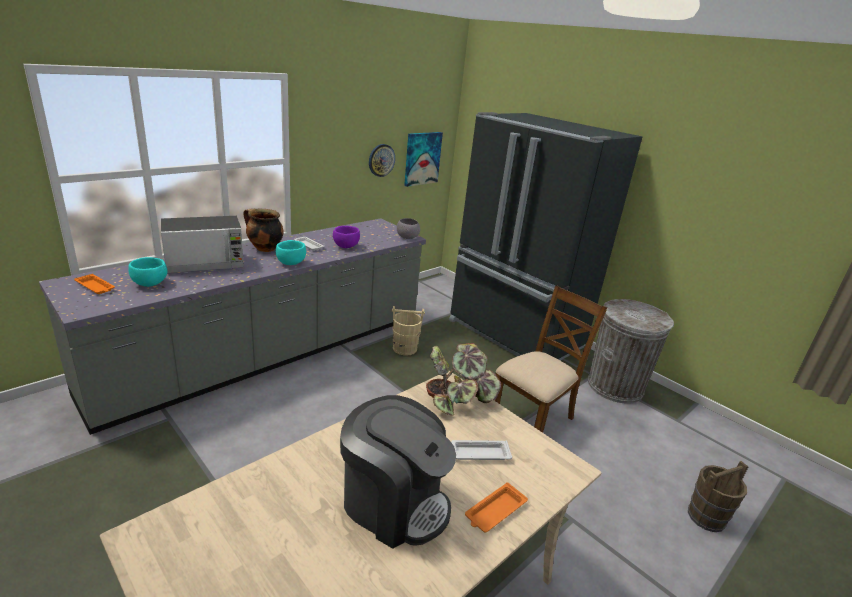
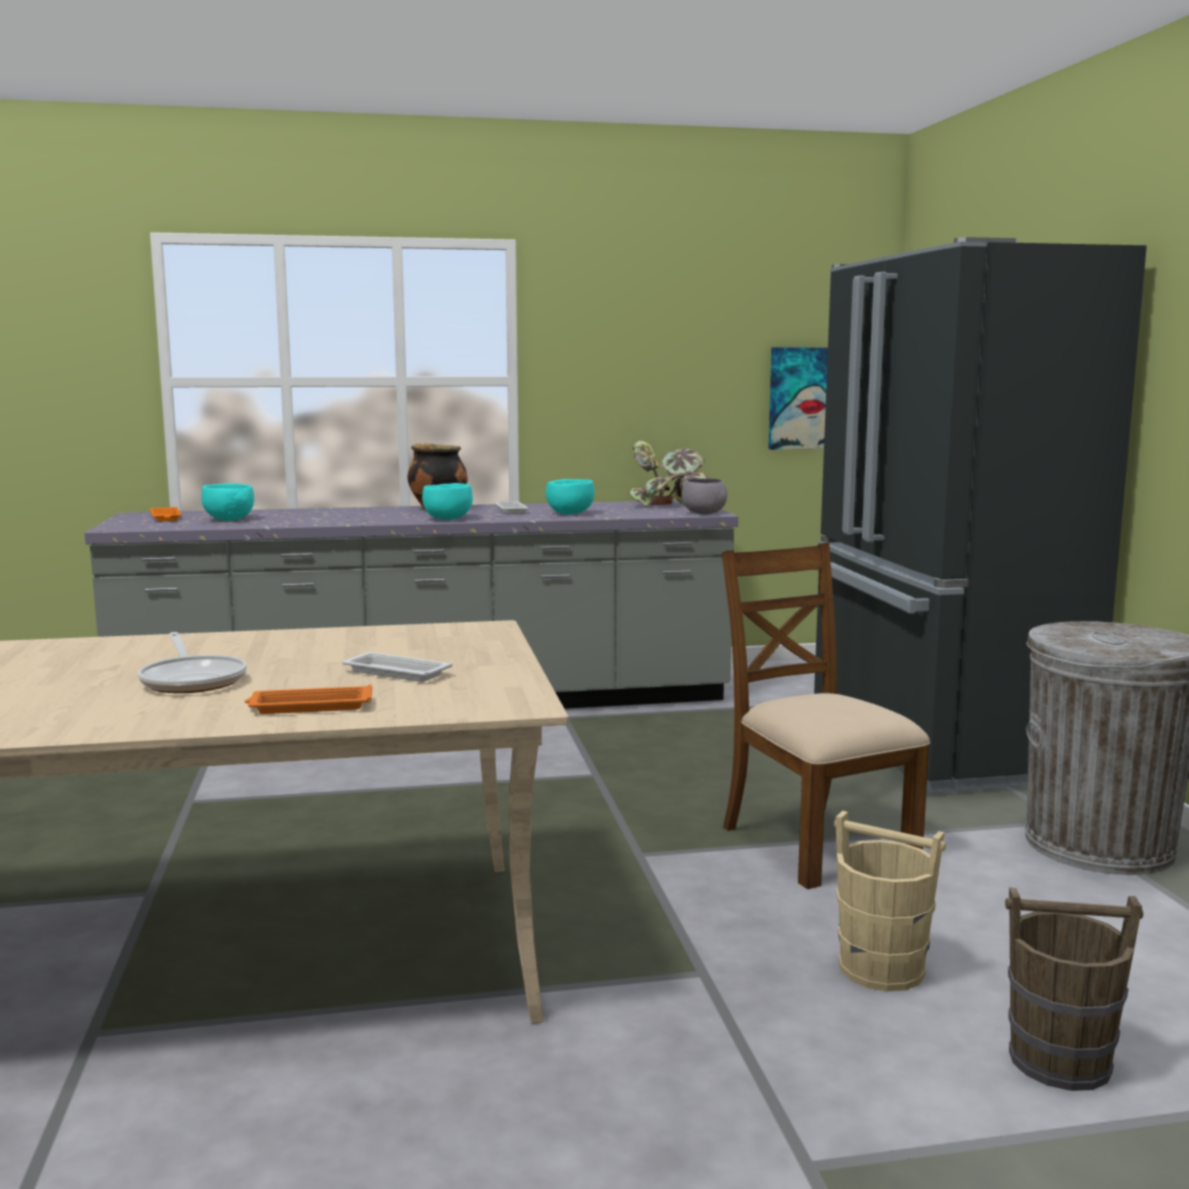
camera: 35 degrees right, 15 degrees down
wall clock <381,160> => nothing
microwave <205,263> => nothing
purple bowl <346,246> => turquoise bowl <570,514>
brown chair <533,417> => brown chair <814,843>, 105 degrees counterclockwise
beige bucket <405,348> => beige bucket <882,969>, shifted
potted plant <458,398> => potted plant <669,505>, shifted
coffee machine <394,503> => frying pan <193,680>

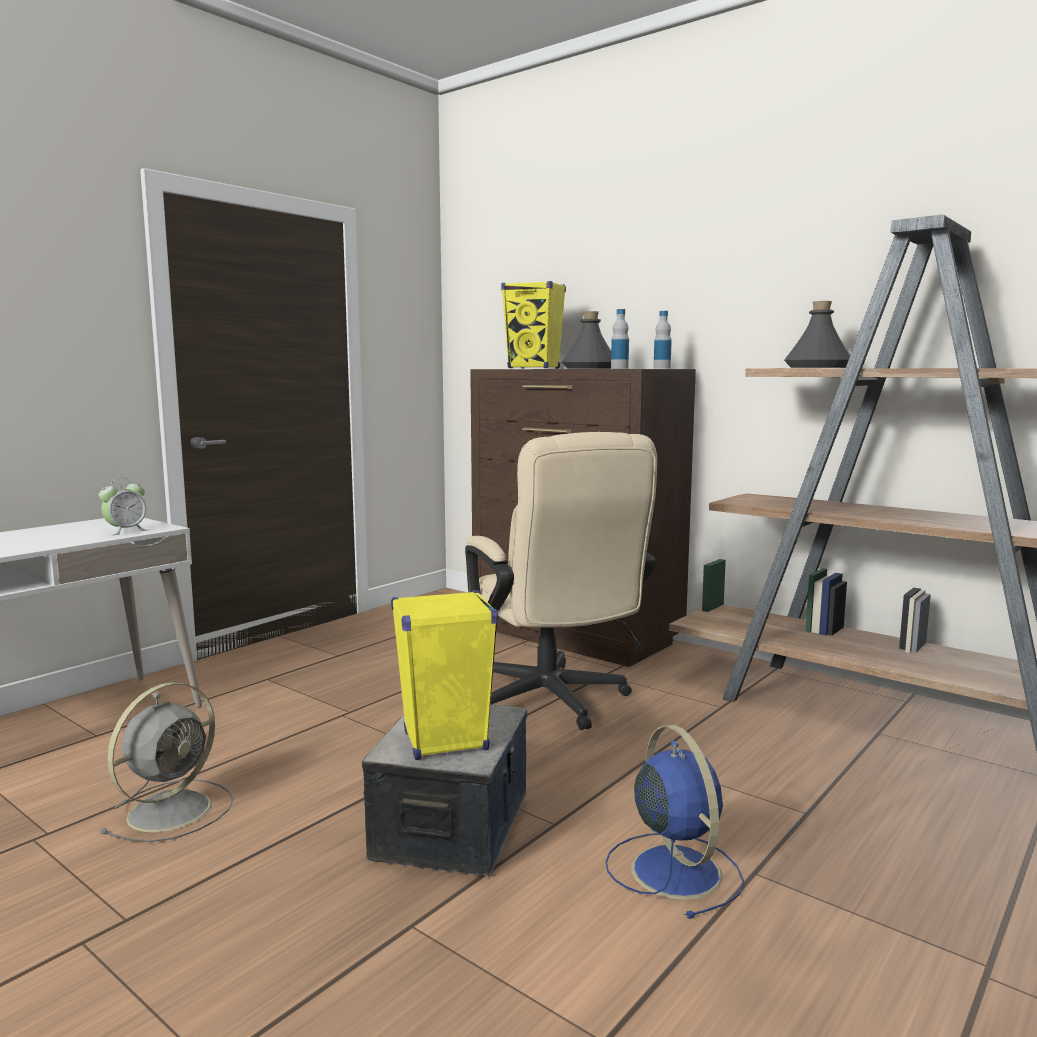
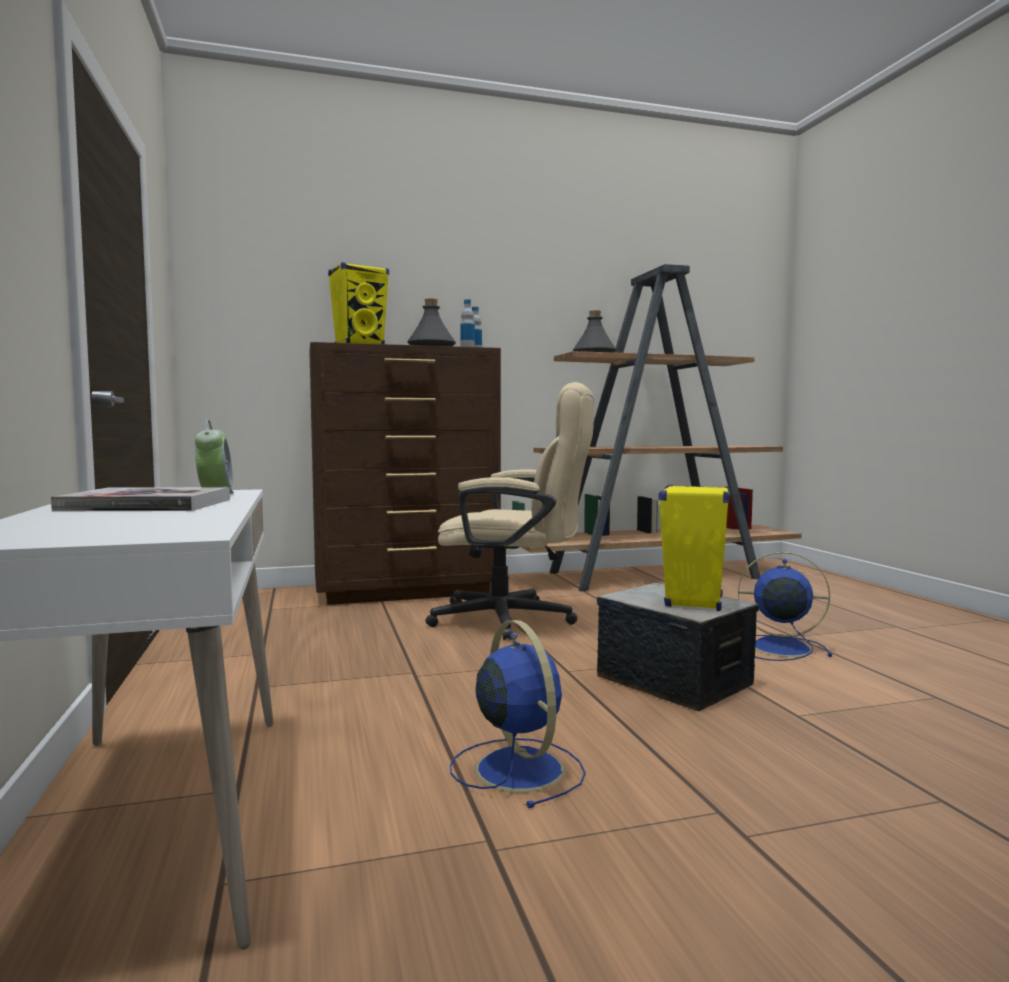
camera: 55 degrees left, 5 degrees down
grey fan <173,809> => blue fan <517,768>
nothing => book <147,505>

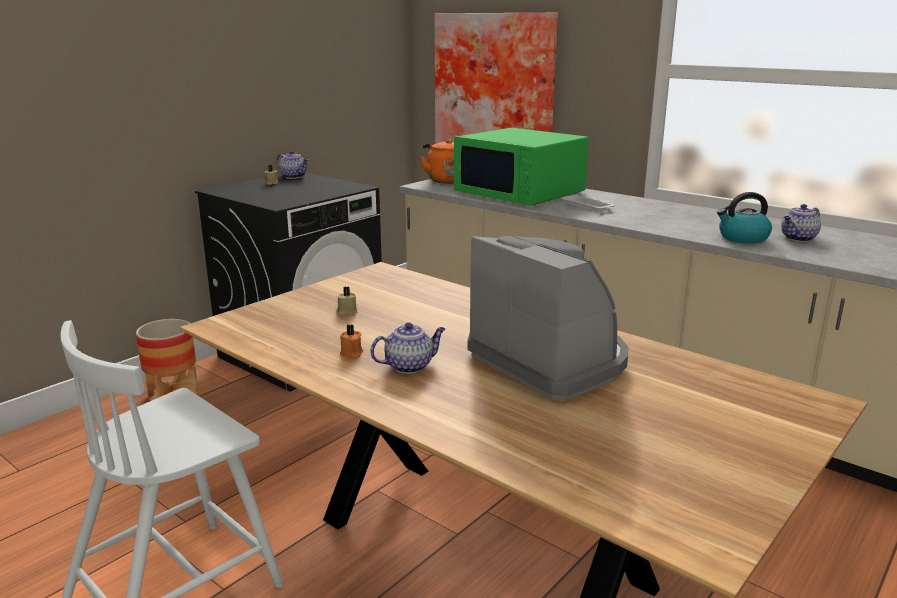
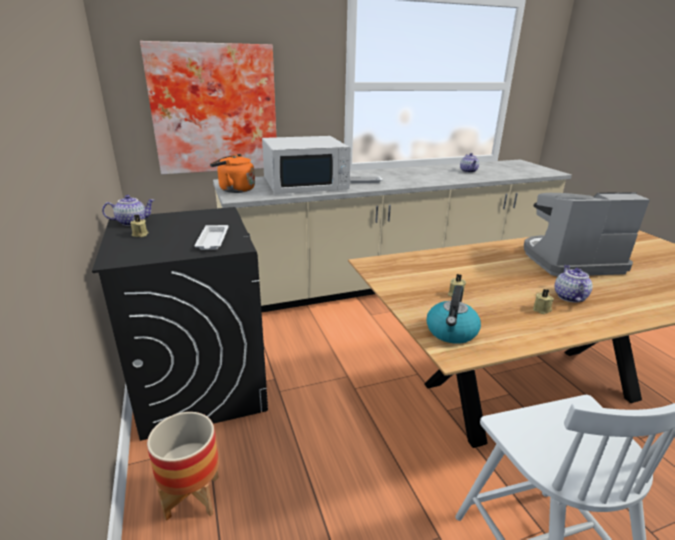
camera: 60 degrees left, 5 degrees up
green microwave <520,192> => white microwave <306,184>
kettle <742,238> => kettle <451,332>, shifted
orange candle <351,354> => beige candle <542,310>
nothing => white tray <212,241>

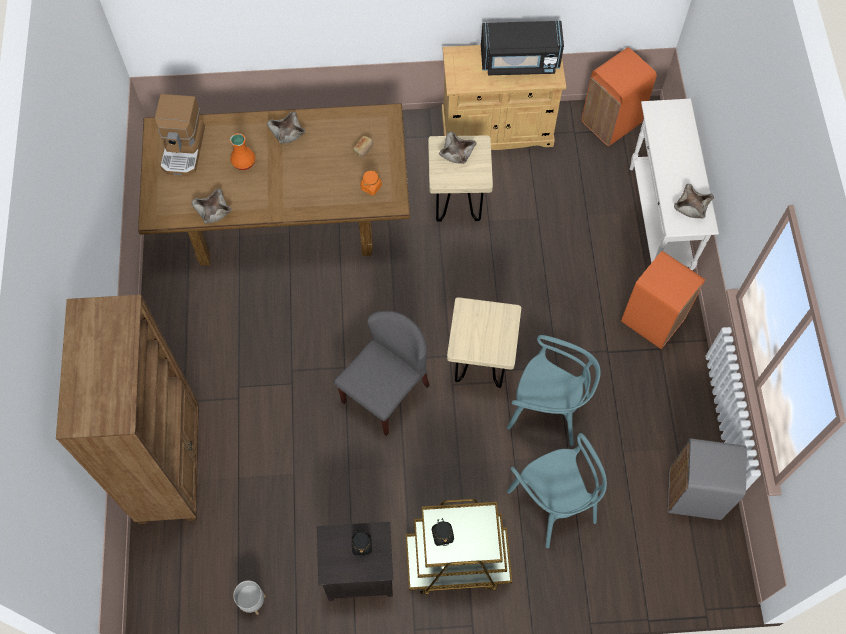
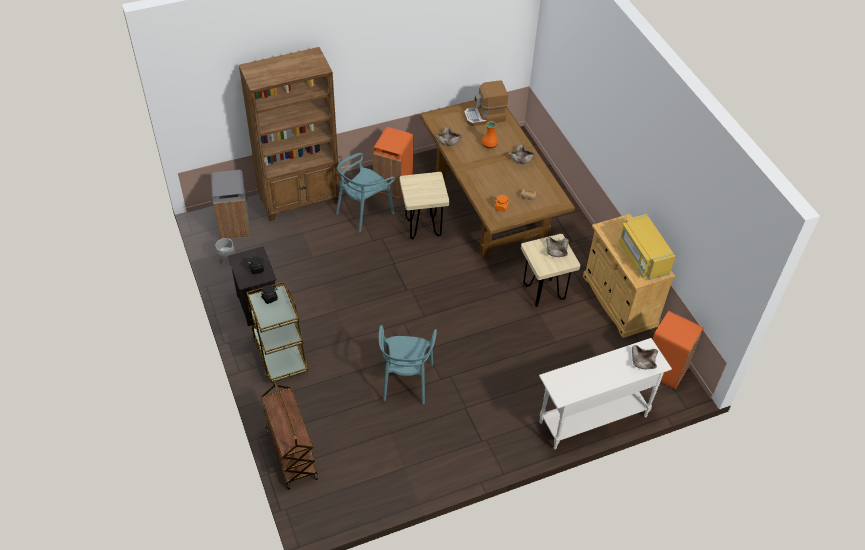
camera: 70 degrees right, 15 degrees down
black microwave <519,61> => yellow microwave <642,257>
beige bowl <691,206> => beige bowl <642,361>, shifted
orange trash can <652,320> => orange trash can <393,184>, shifted
beige stool <480,365> => beige stool <423,228>, shifted
grey chair <385,392> => nothing
turquoise chair <553,503> => turquoise chair <364,212>, shifted
grey trash can <694,495> => grey trash can <234,226>, shifted
nothing => brown cart <291,453>

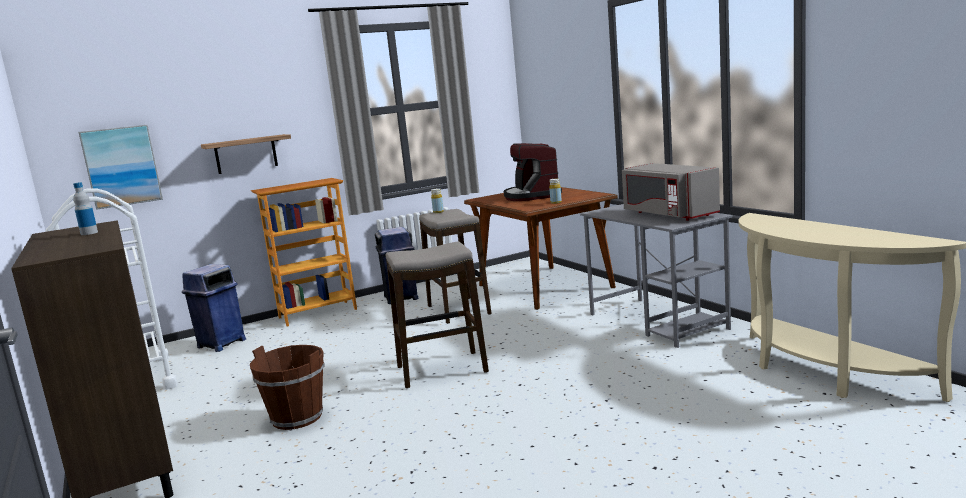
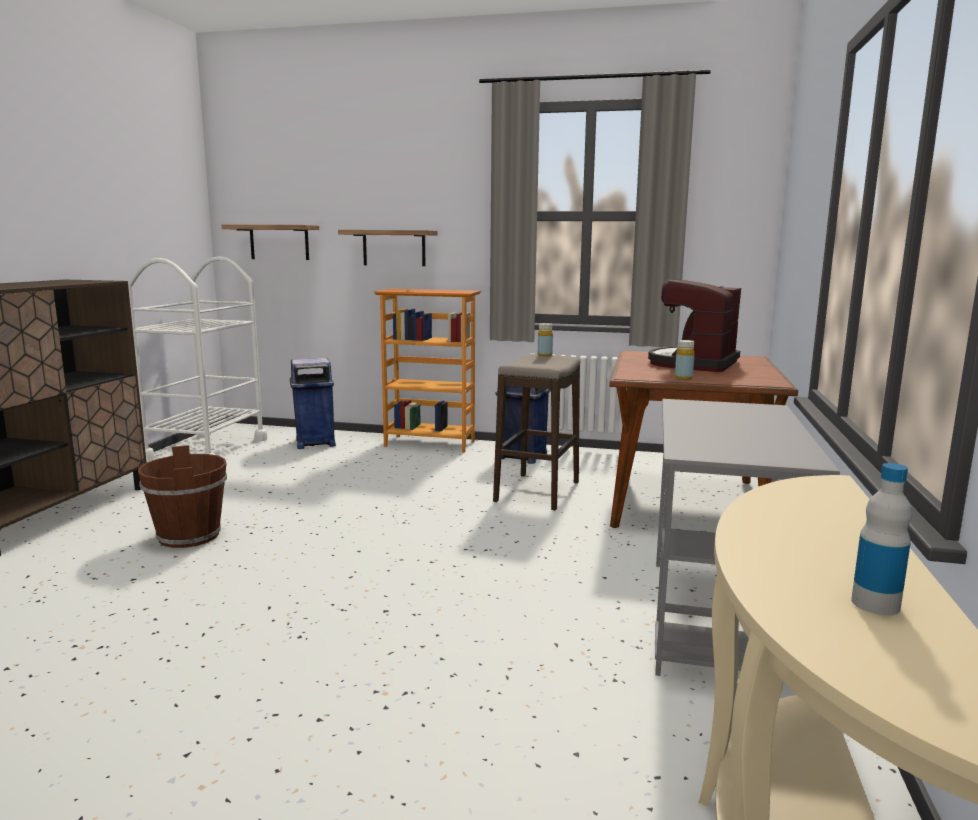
camera: 40 degrees right, 0 degrees up
picture <121,166> => shelf <279,242>
grey microwave <668,214> => nothing
bottle <89,233> => bottle <875,604>, shifted
stool <441,369> => nothing

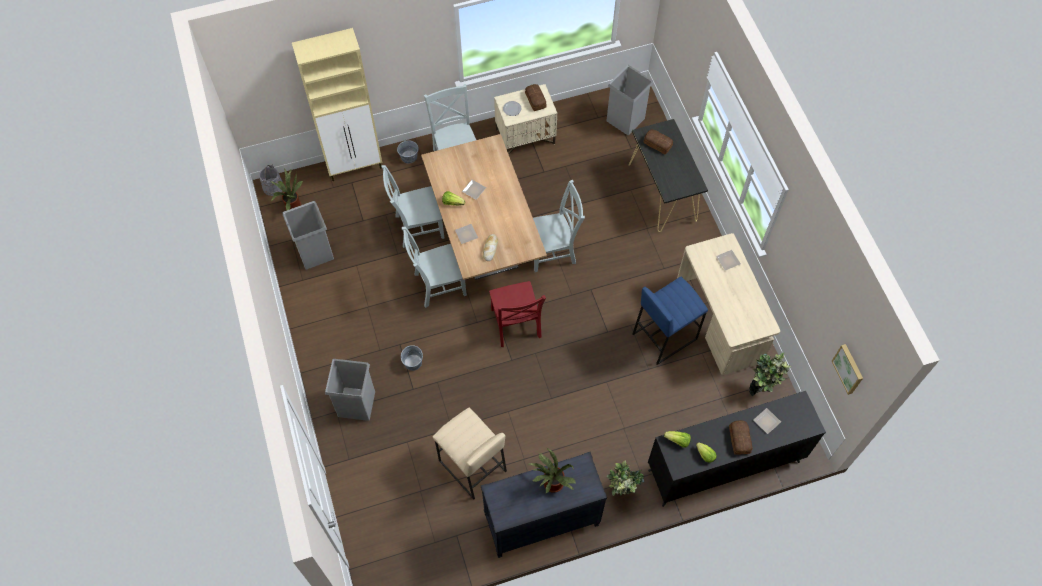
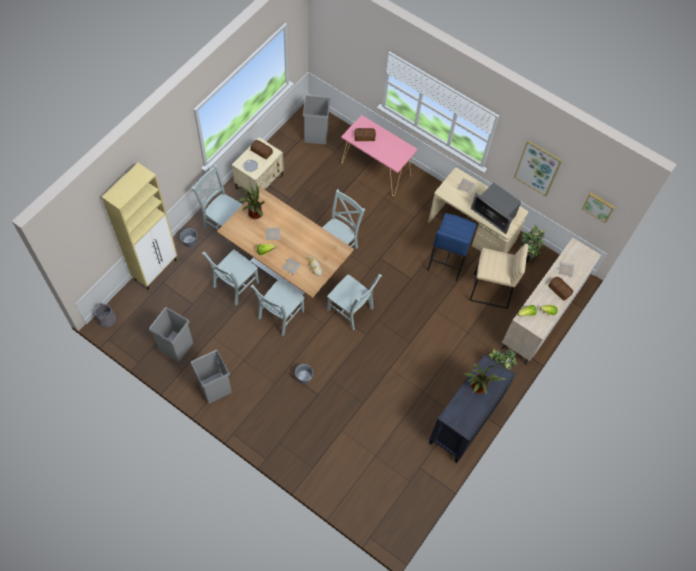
camera: 40 degrees left, 0 degrees up
black console table <662,192> => pink console table <376,169>
potted plant <291,205> => potted plant <253,214>, shifted
red chair <516,325> => grey chair <351,310>
grey trash can <356,404> => grey trash can <214,387>, shifted
black dresser <723,465> => beige dresser <540,317>
beige stool <472,466> => beige stool <490,291>, shifted
nothing => picture <537,168>
nothing => microwave <495,214>

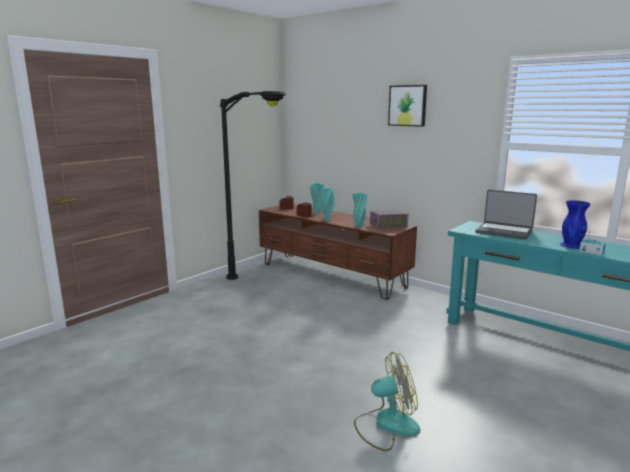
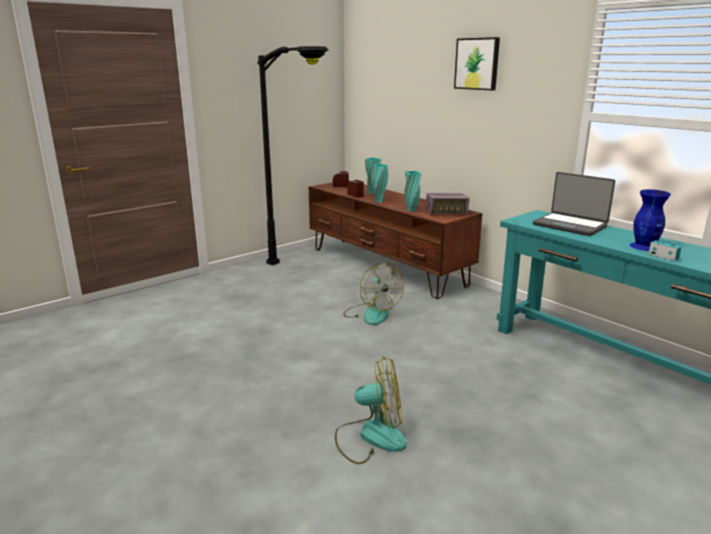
camera: 10 degrees right, 5 degrees up
nothing => fan <371,314>

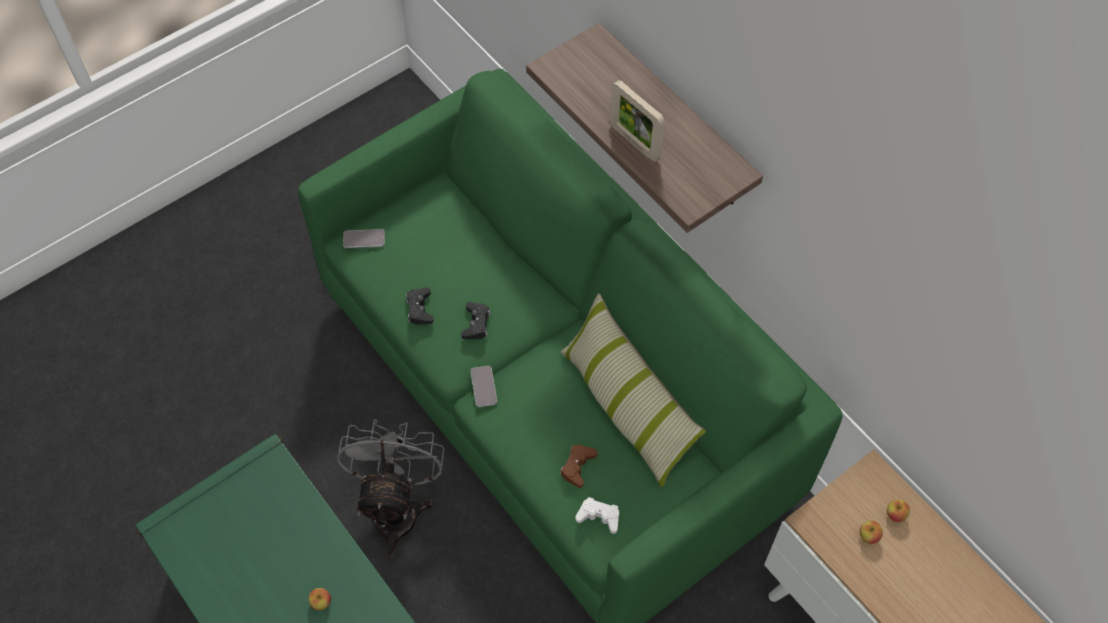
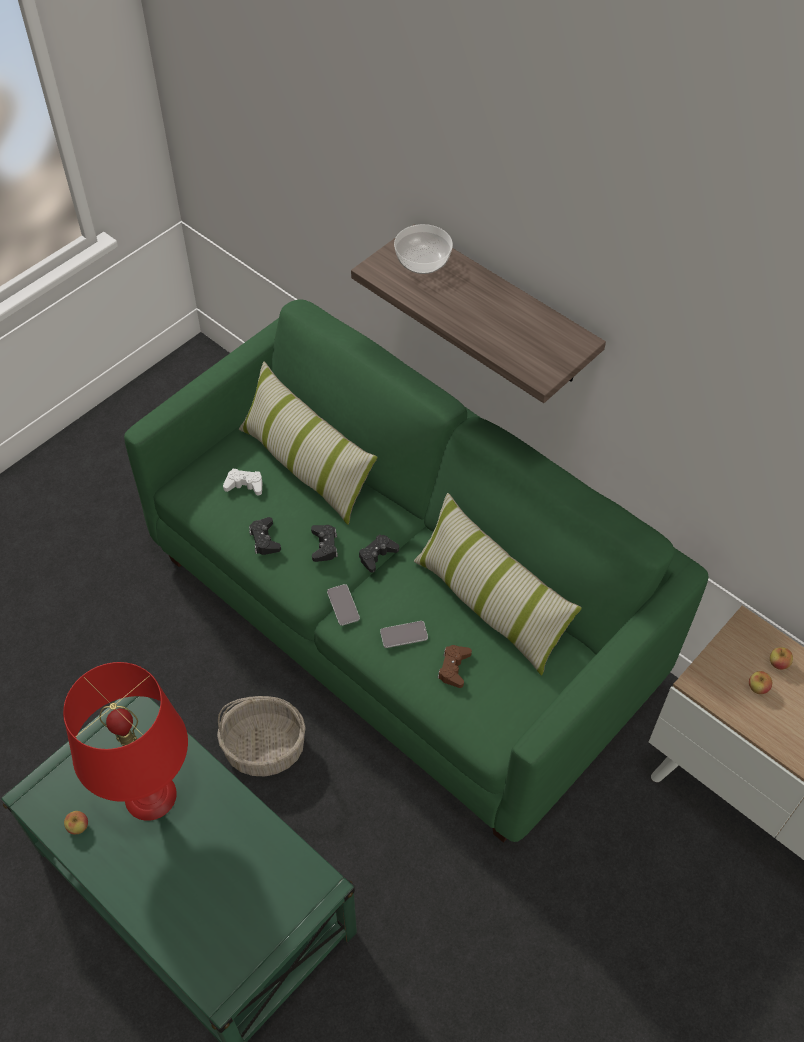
camera: 10 degrees left, 5 degrees down
picture frame <634,142> => nothing
phone <364,239> => phone <404,635>, shifted
grey fan <397,507> => basket <264,749>
white game controller <599,517> => white game controller <245,485>, shifted
apple <321,602> => apple <78,826>, shifted
nothing => bowl <422,260>
nothing => pillow <305,465>
nothing => black game controller <377,555>
nothing => red table lamp <150,796>

